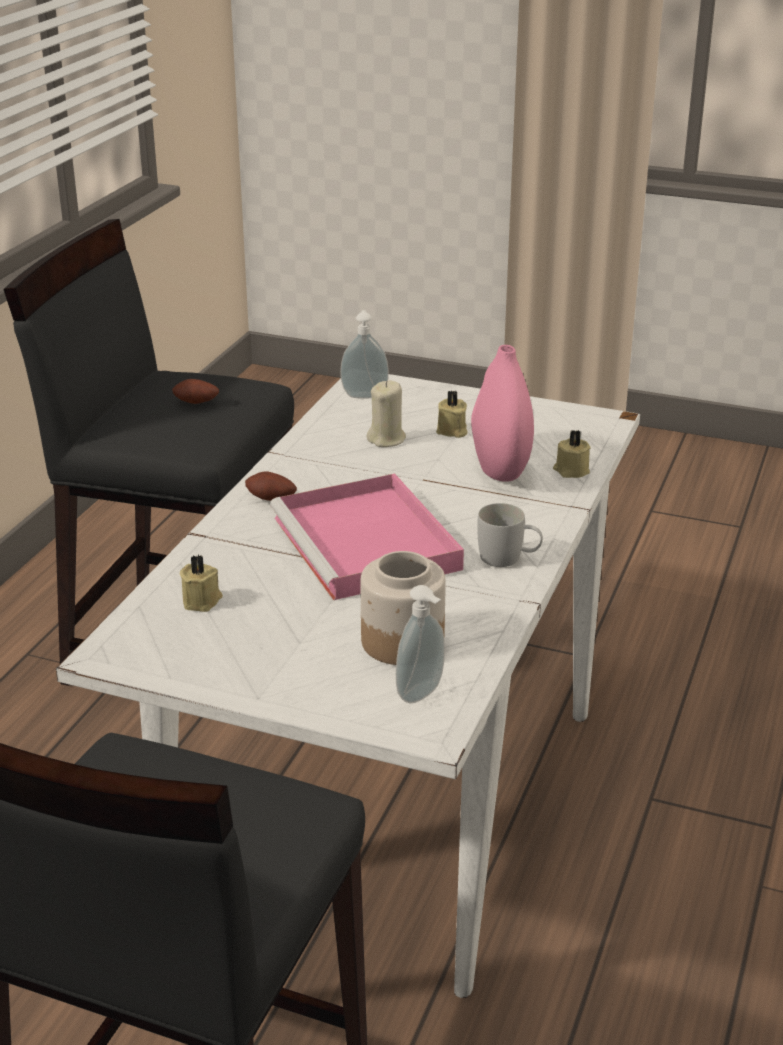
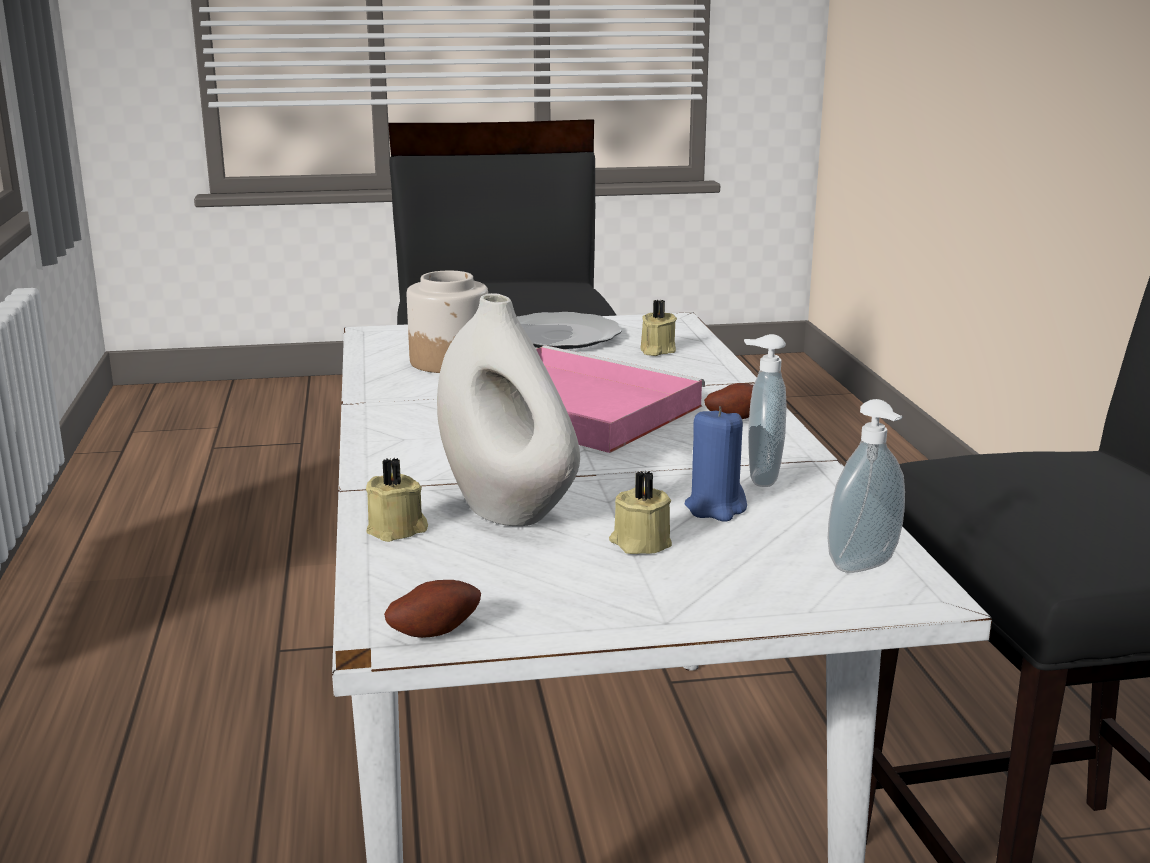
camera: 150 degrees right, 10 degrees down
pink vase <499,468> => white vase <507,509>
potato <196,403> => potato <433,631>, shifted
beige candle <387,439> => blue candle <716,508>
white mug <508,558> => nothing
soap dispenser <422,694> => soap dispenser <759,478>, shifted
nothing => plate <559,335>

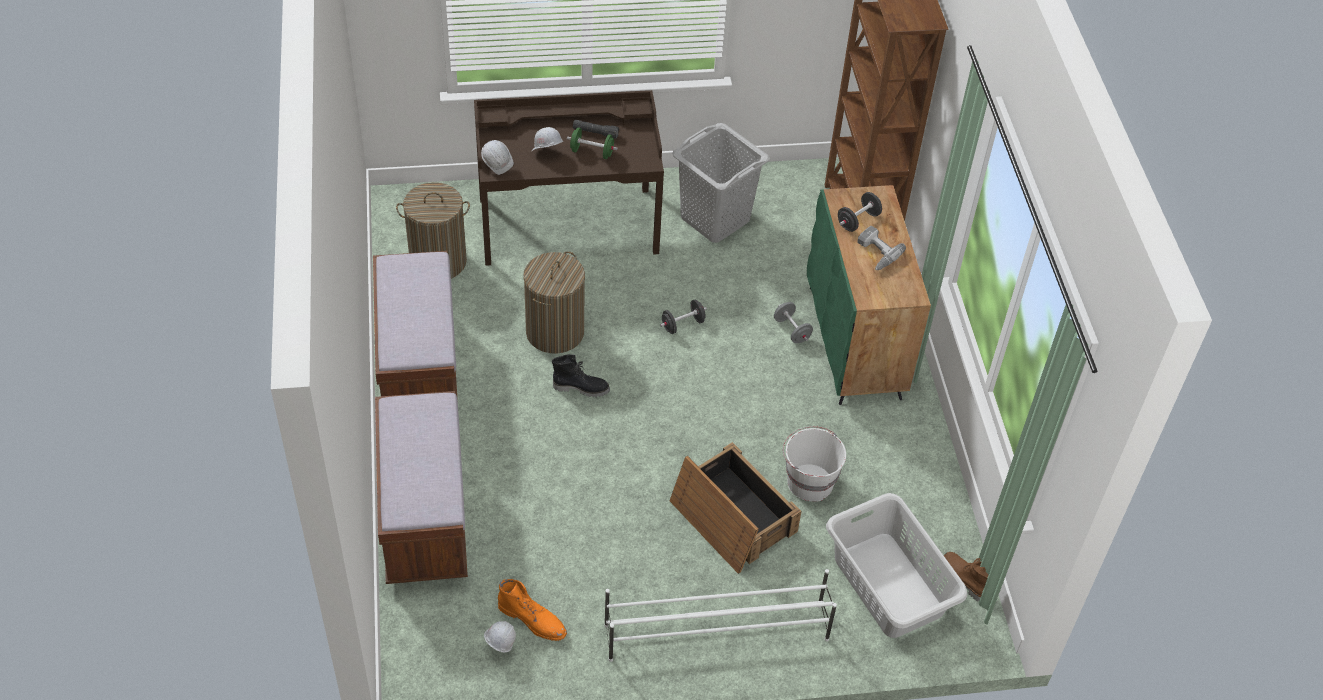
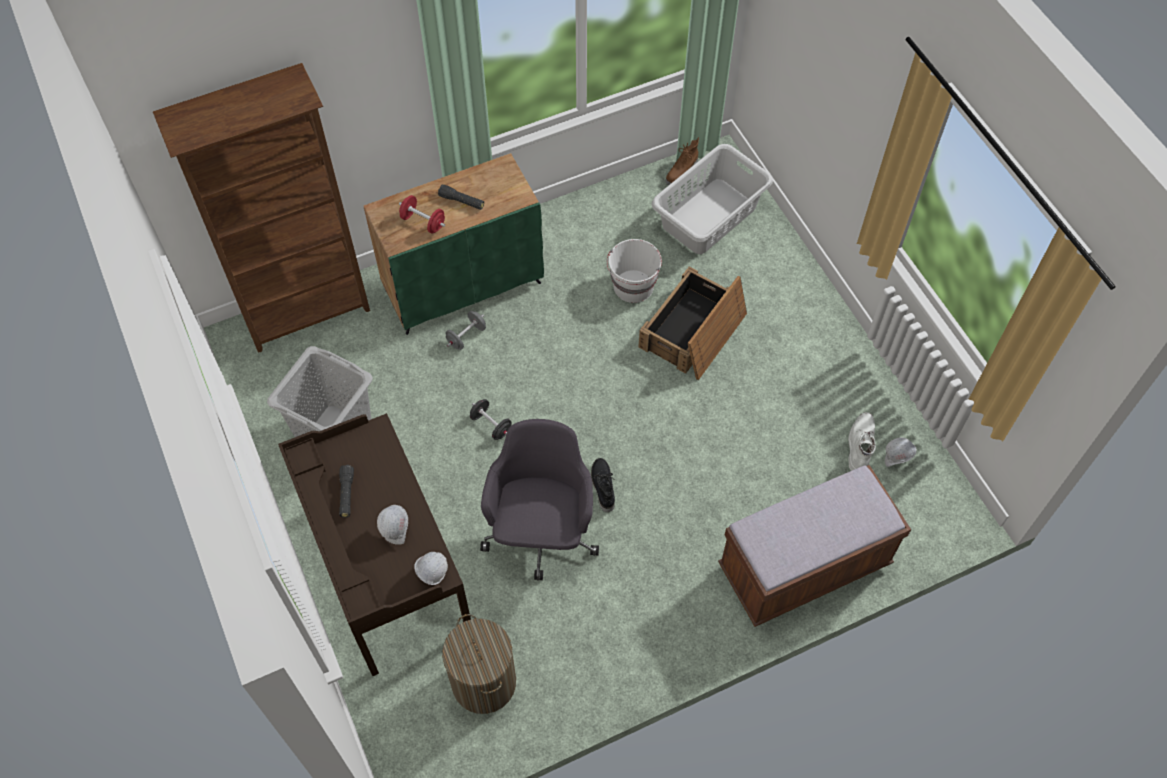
camera: 105 degrees left, 10 degrees up
green dumbbell <592,152> => nothing
black dumbbell <858,221> => red dumbbell <423,222>
power drill <875,253> => black flashlight <462,201>
brown bench <418,369> => nothing
laundry basket <555,332> => grey office chair <542,532>
white shoe rack <715,632> => nothing
orange boot <533,619> => white boot <860,444>

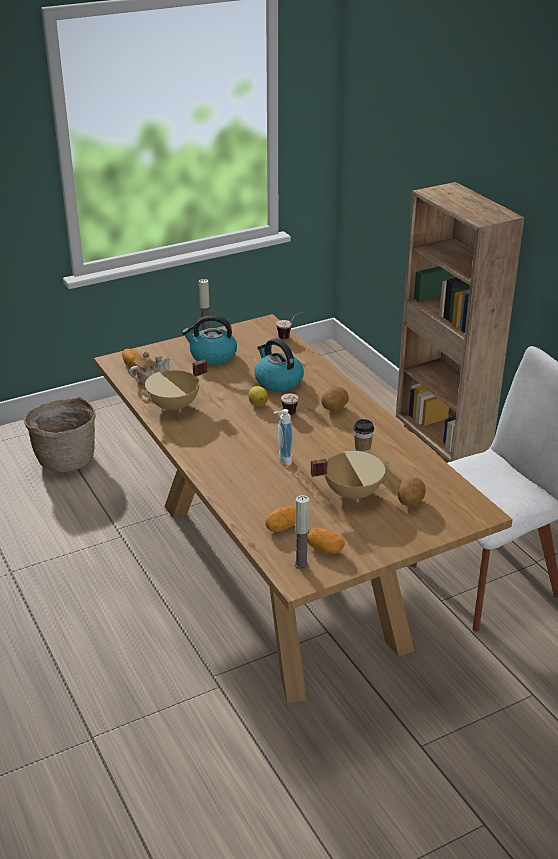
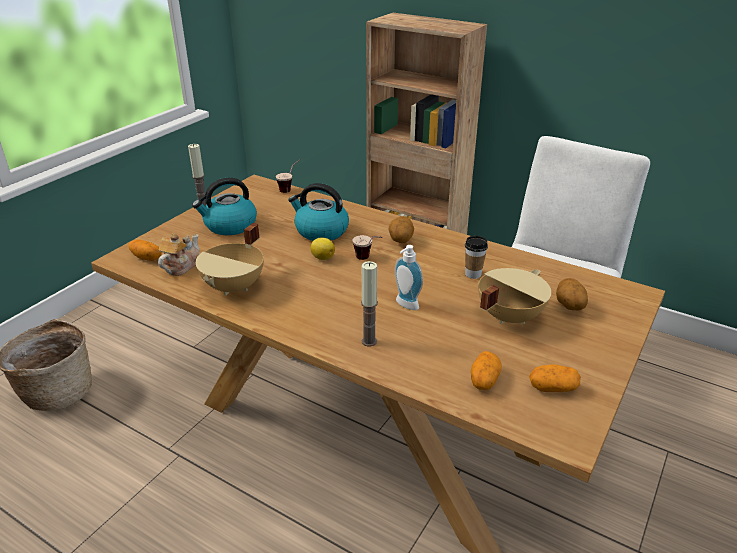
camera: 30 degrees left, 0 degrees up
candle <301,564> => candle <369,341>, shifted

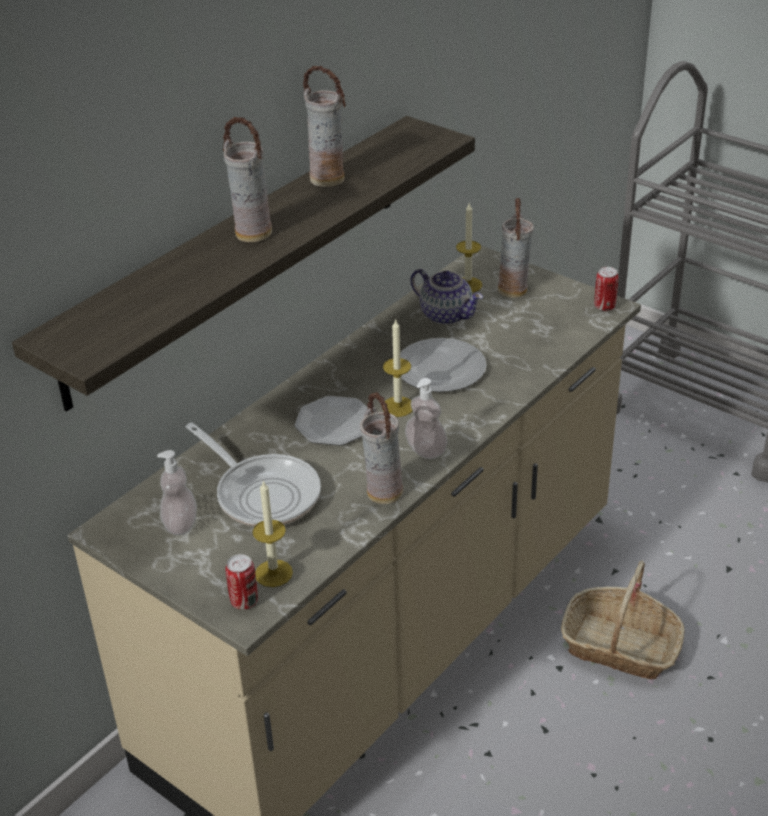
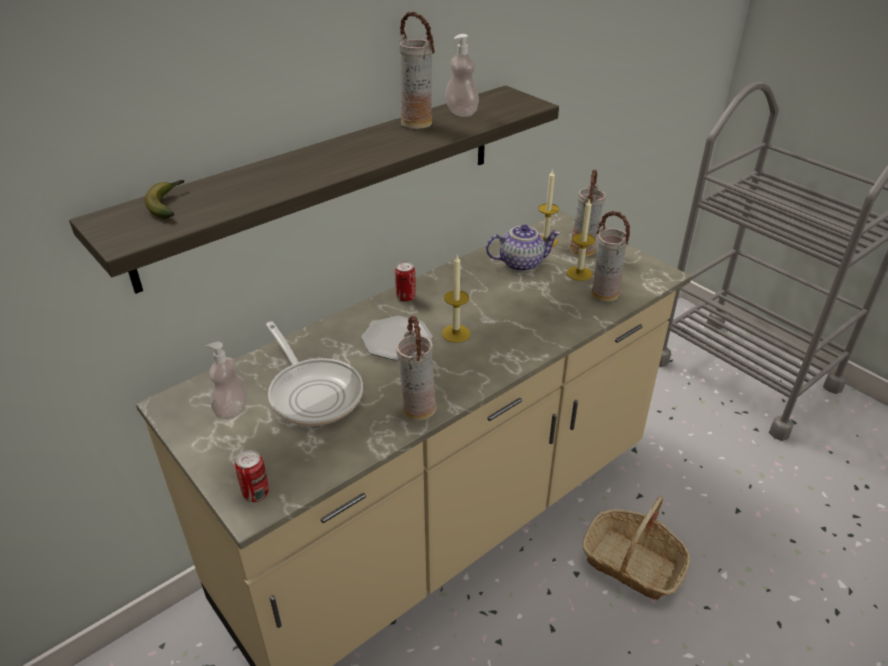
camera: 10 degrees right, 0 degrees up
vase <252,234> => vase <604,295>, shifted
can <604,306> => can <405,297>, shifted
teapot <447,315> => teapot <521,263>, 60 degrees counterclockwise
plate <439,368> => nothing
soap dispenser <426,450> => soap dispenser <461,112>, shifted
candle <273,573> => candle <579,273>, shifted
nothing => banana <168,204>

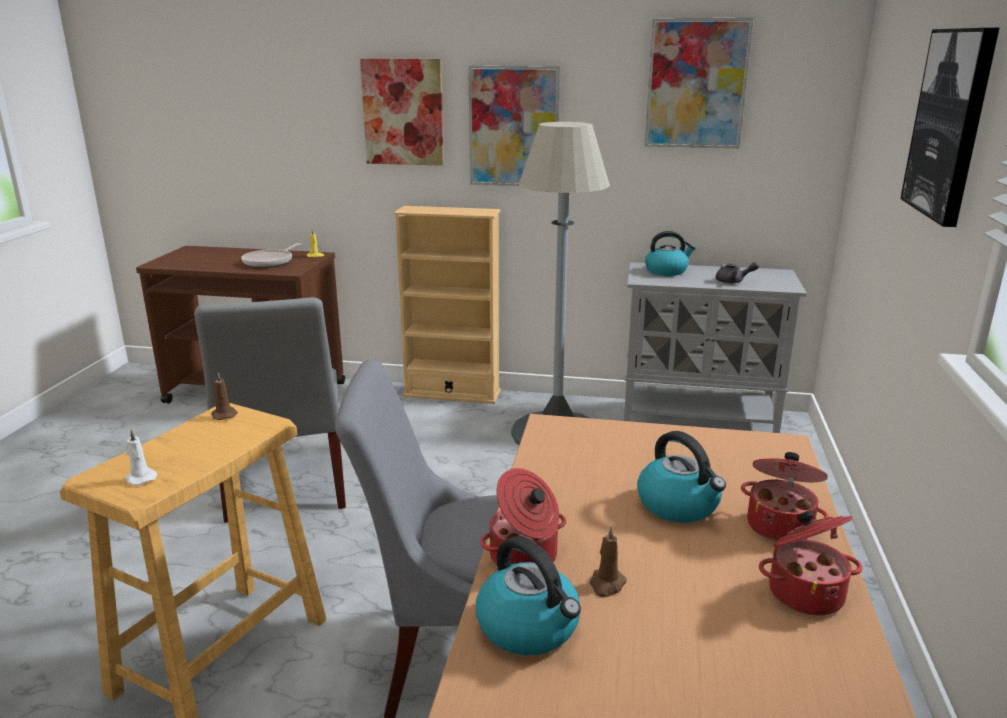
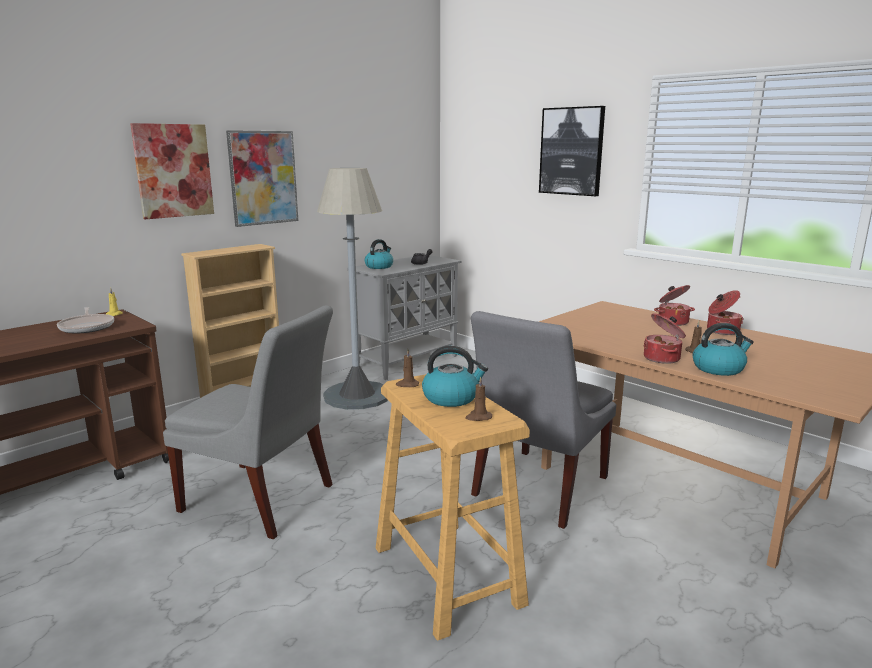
camera: 55 degrees left, 5 degrees down
picture <696,84> => nothing
white candle <140,478> => brown candle <478,417>
kettle <679,505> => kettle <451,397>, shifted

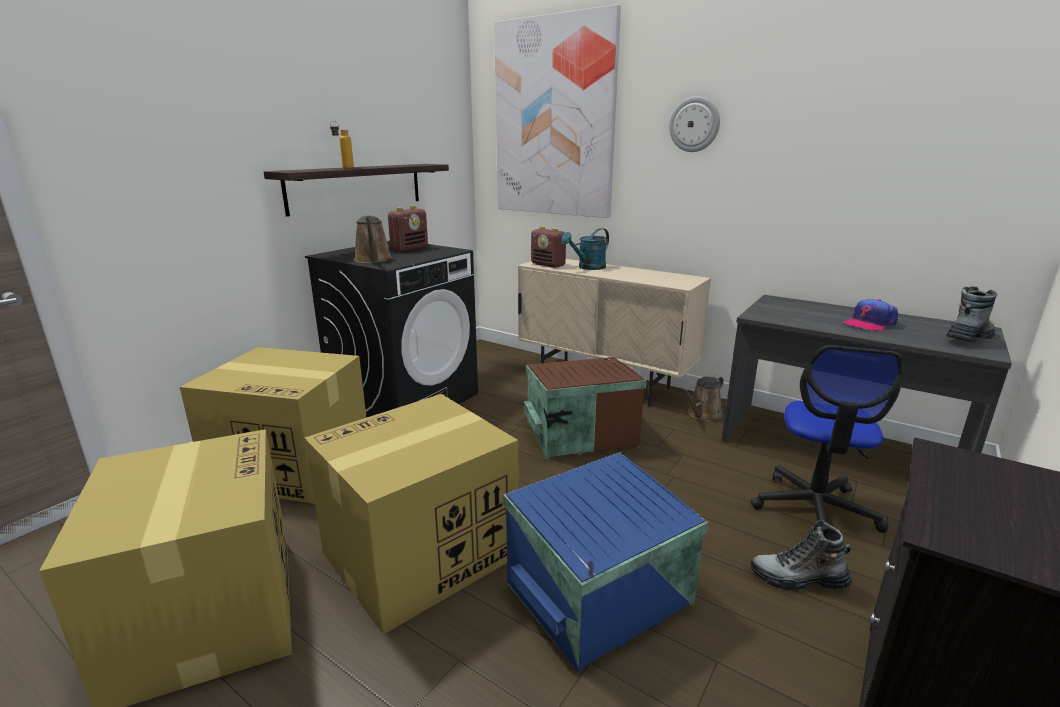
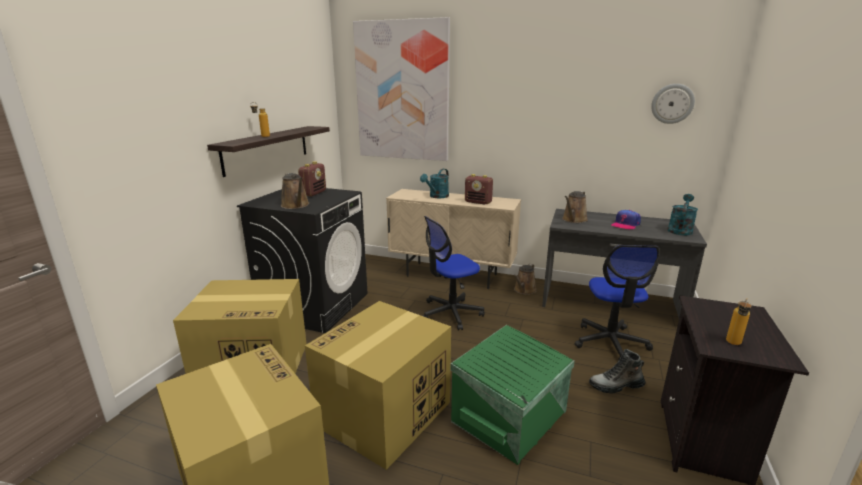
camera: 15 degrees left, 0 degrees up
wall clock <694,124> => wall clock <672,103>, shifted
radio <548,265> => radio <478,202>, shifted
boot <968,338> => turquoise watering can <680,229>
brown storage box <579,432> => office chair <450,313>
blue storage box <602,594> => green storage box <511,416>
nothing => brown watering can <573,220>
nothing => bottle <733,344>

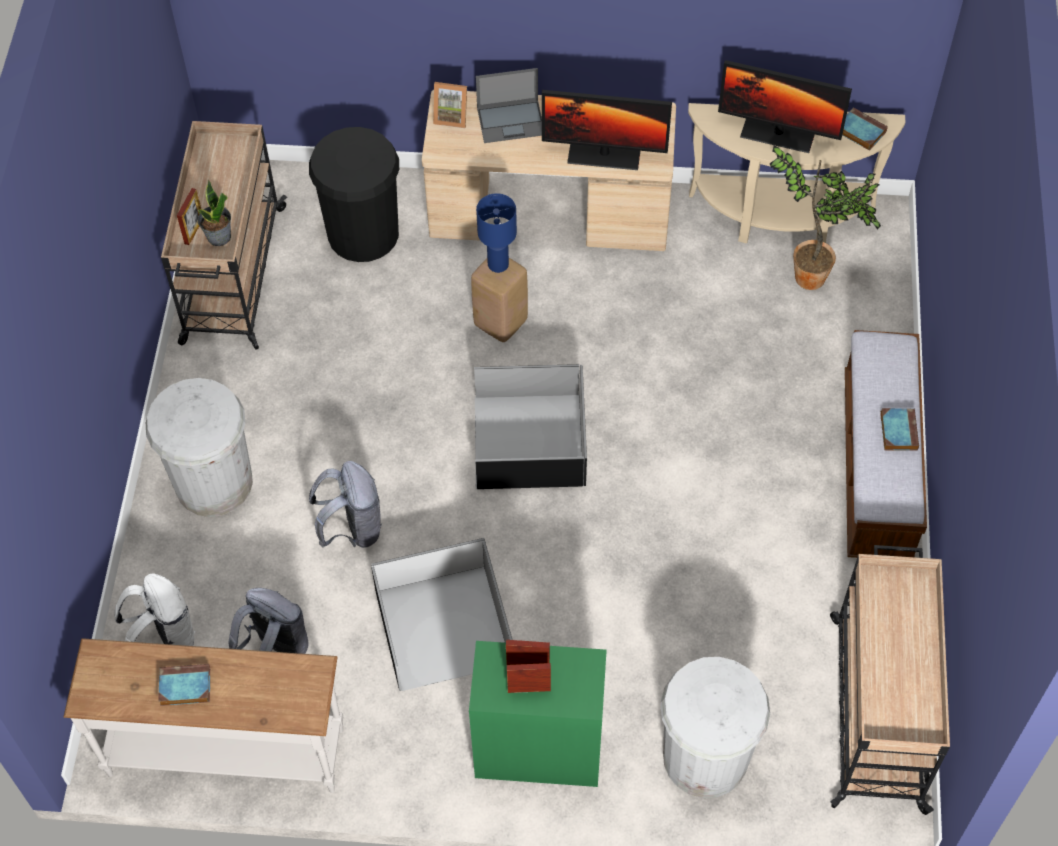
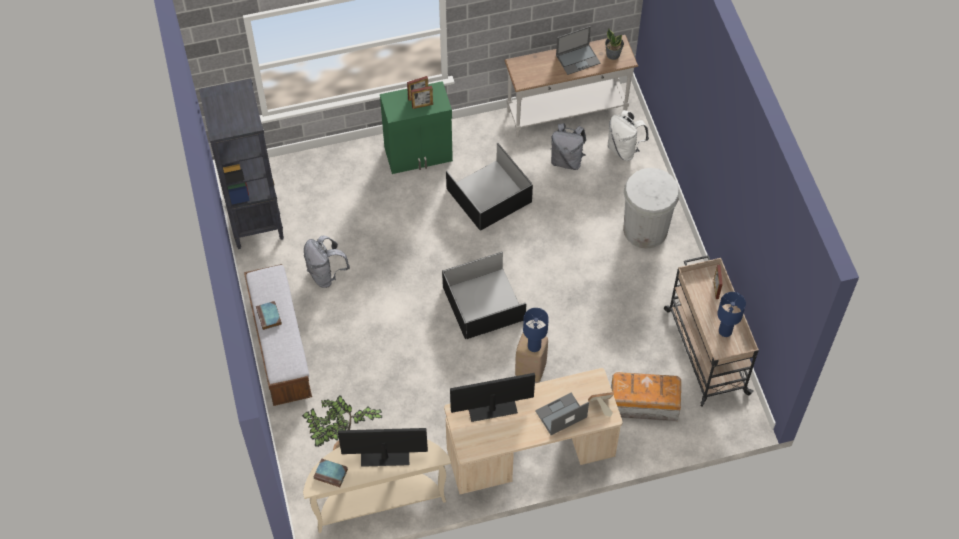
camera: 160 degrees right, 0 degrees up
black trash can <363,233> => storage box <642,404>
potted plant <218,237> => potted plant <613,54>, shifted
grey backpack <352,528> => grey backpack <326,274>, shifted
beige cart <876,710> => black bookcase <255,219>
white trash can <705,757> => nothing
book <184,687> => laptop <578,59>
nothing => blue table lamp <725,331>

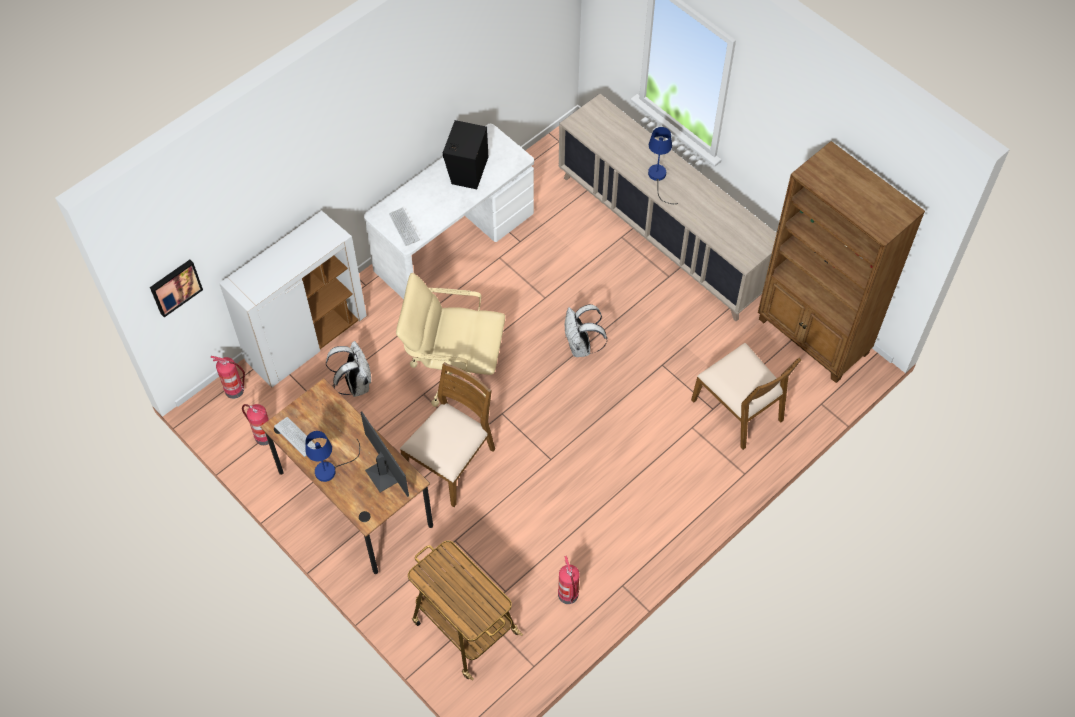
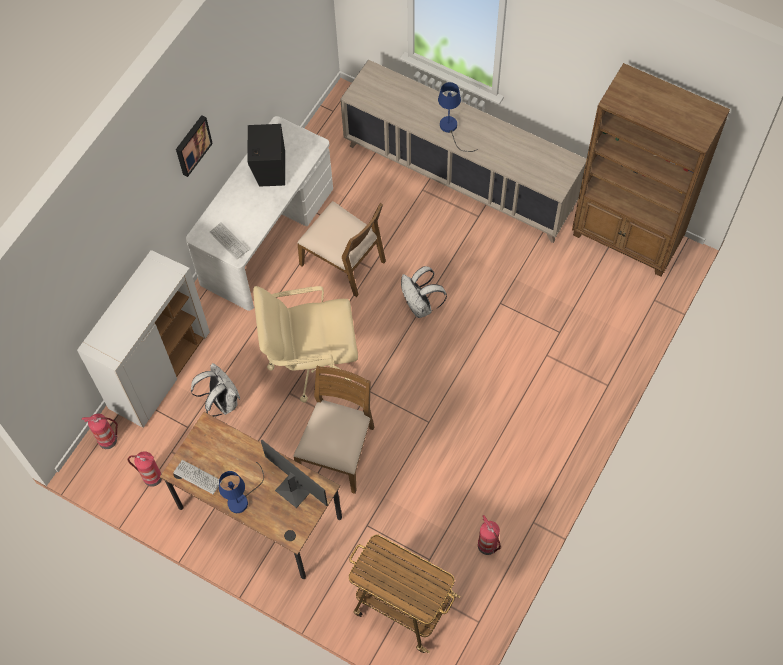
camera: 15 degrees left, 5 degrees up
picture <175,286> => picture <192,145>, shifted
brown chair <739,409> => brown chair <344,262>, shifted

